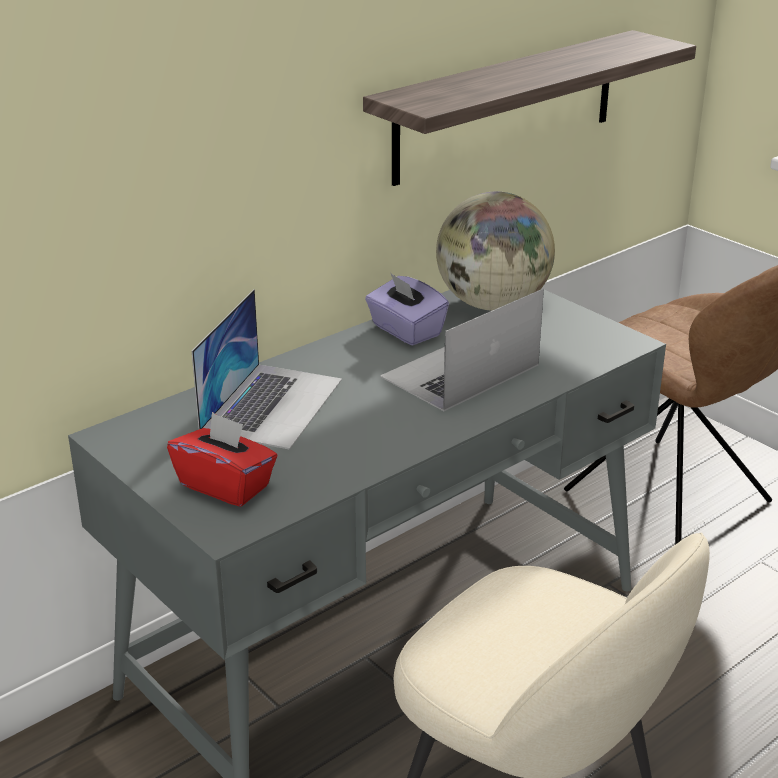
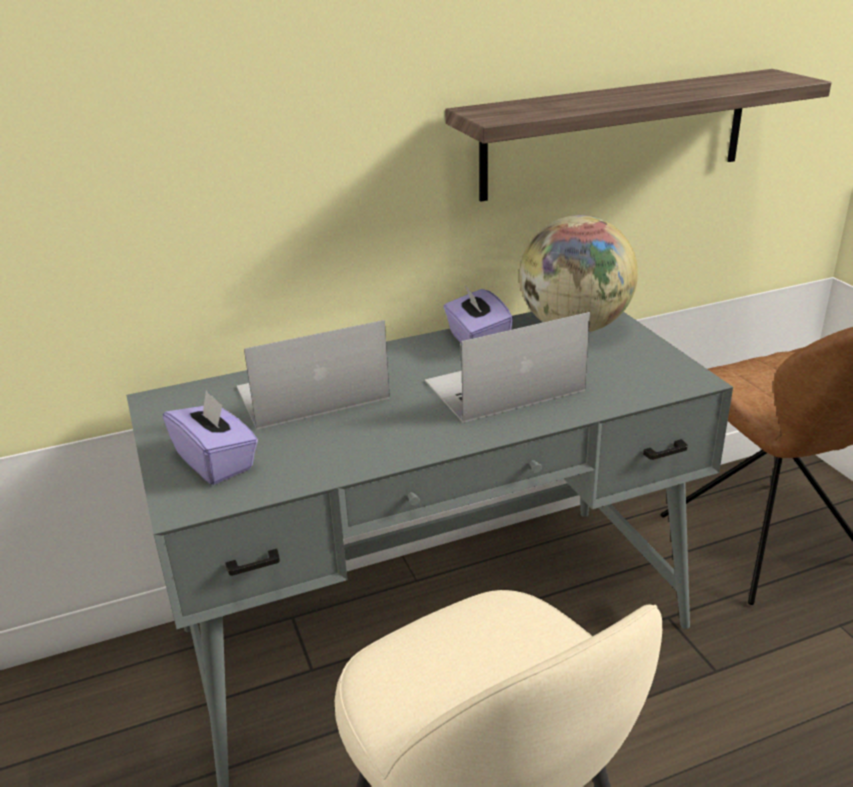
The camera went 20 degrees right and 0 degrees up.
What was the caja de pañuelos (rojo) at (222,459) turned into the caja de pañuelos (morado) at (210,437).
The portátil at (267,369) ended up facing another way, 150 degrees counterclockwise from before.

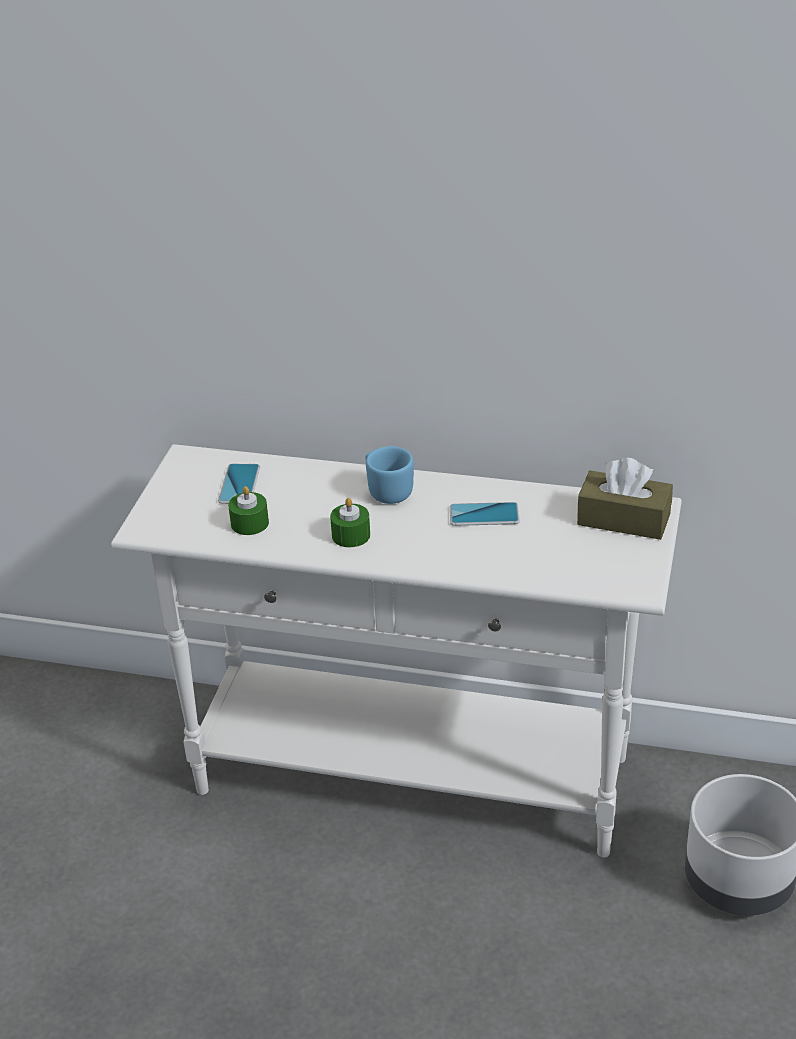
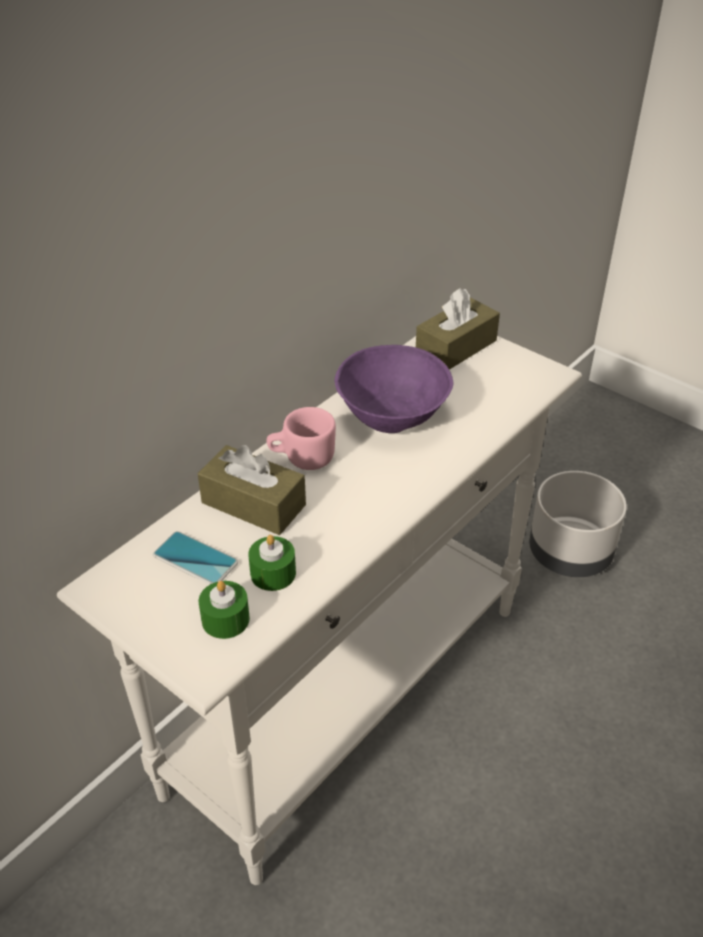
The camera went 65 degrees left and 5 degrees up.
The vela (verde) ended up elsewhere, having gone from (350,522) to (224,610).
What was the taza grande (azul) at (389,475) turned into the taza grande (rosa) at (301,438).
Where the móvil stood at (485,514), the cuenco (morado) came to stand at (393,389).
The second view gained the caja de pañuelos (marrón) at (251,490).

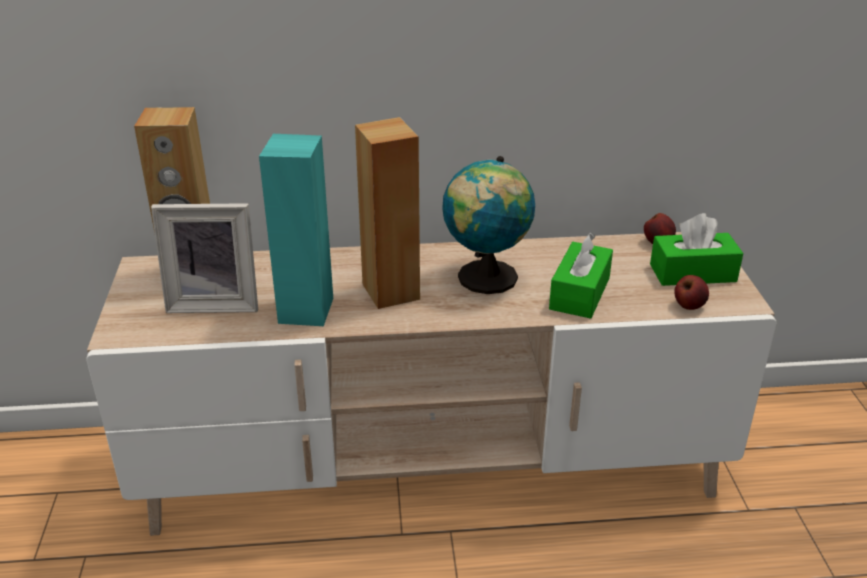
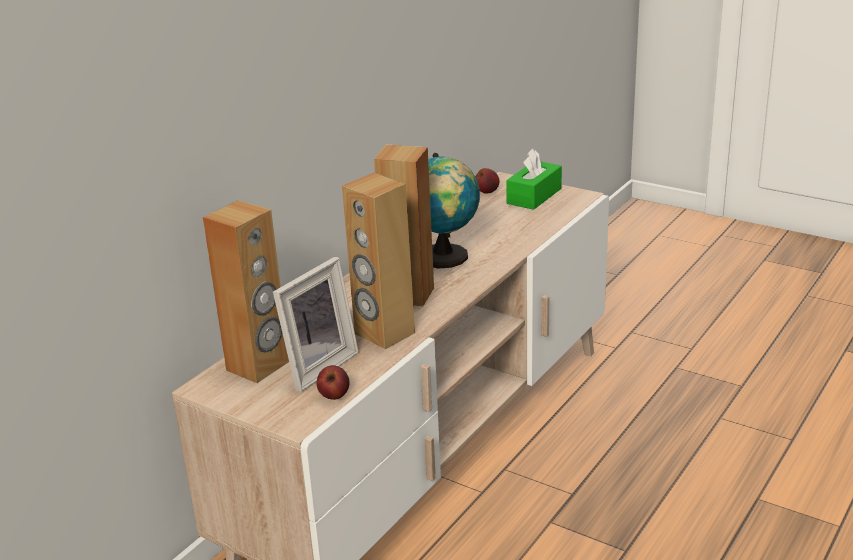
The camera went 50 degrees left and 5 degrees down.
What was the altavoz (turquesa) at (296,230) turned into the altavoz (marrón) at (378,261).
The second view lost the caja de pañuelos (verde) at (581,276).
The manzana ended up elsewhere, having gone from (691,292) to (333,382).

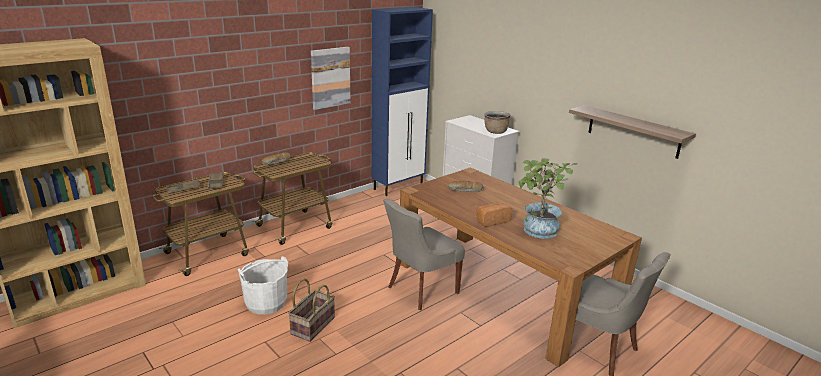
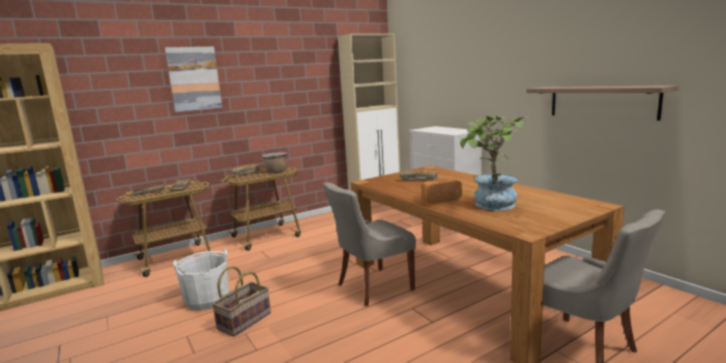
The camera went 10 degrees right and 10 degrees down.
The cuadro ended up elsewhere, having gone from (330,78) to (193,79).
What was the armario (azul) at (402,101) turned into the armario (beis) at (369,111).
The olla (marrón) ended up elsewhere, having gone from (497,122) to (274,162).

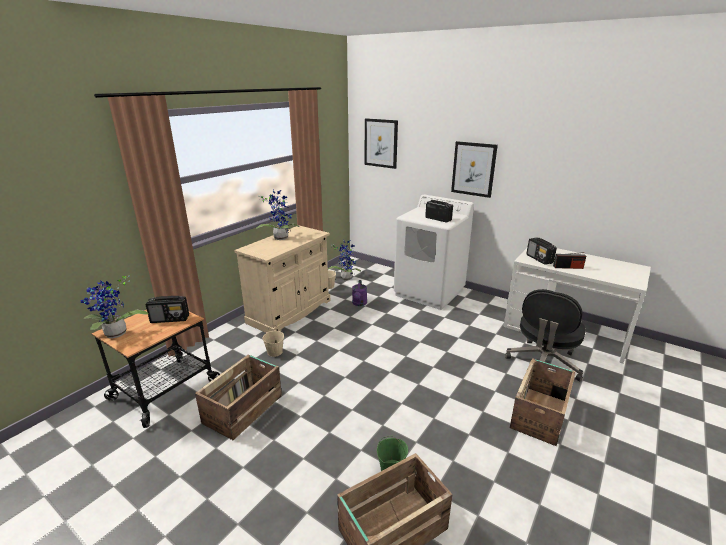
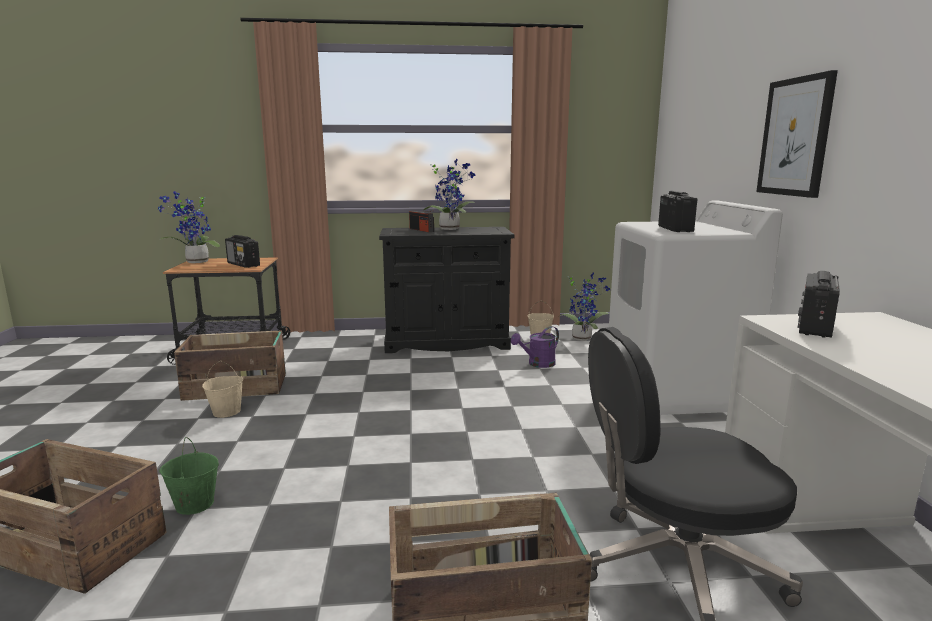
The camera went 50 degrees right and 10 degrees down.
What was the armario (beis) at (282,279) turned into the armario (negro) at (447,290).
The cubo (beis) ended up elsewhere, having gone from (273,341) to (222,389).
The second view lost the cuadro at (381,143).
The radio ended up elsewhere, having gone from (569,260) to (421,221).

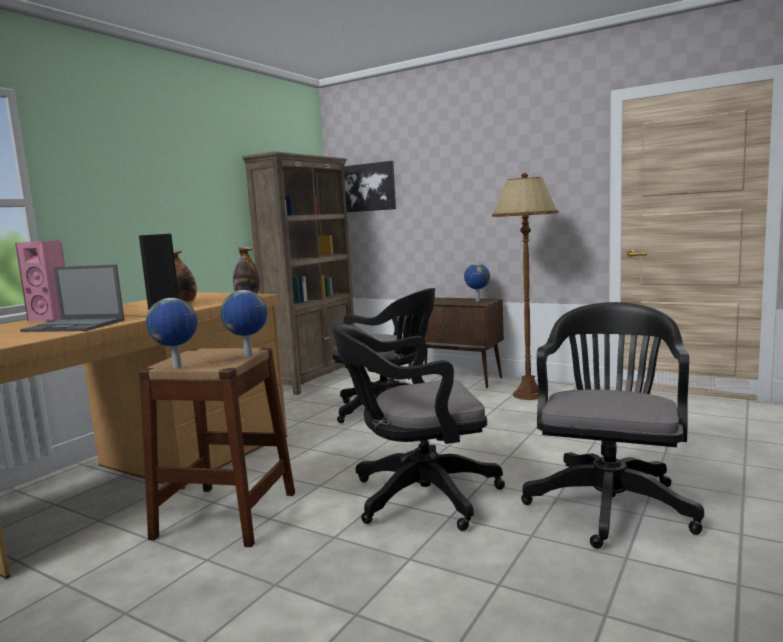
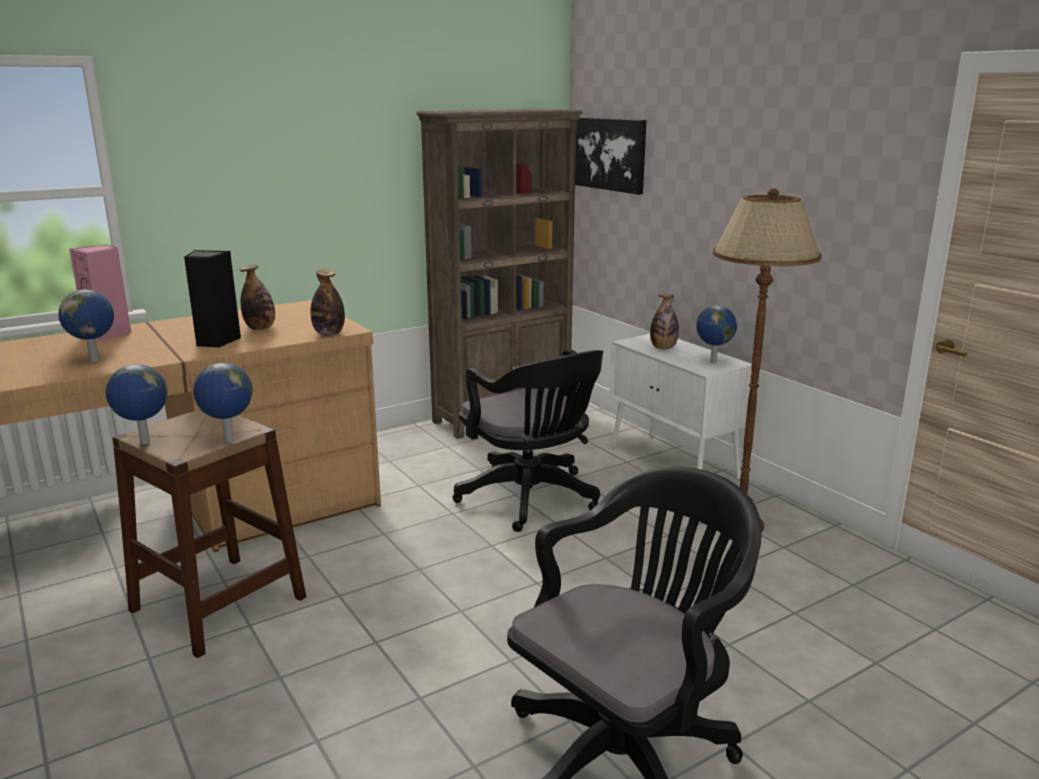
The camera went 25 degrees right and 10 degrees up.
Where the portátil stood at (72,298), the globo terráqueo came to stand at (86,326).
The second view lost the silla de oficina (negro) at (418,427).
What was the armario (marrón) at (453,343) turned into the armario (blanco) at (680,407).
The second view gained the botella at (664,321).

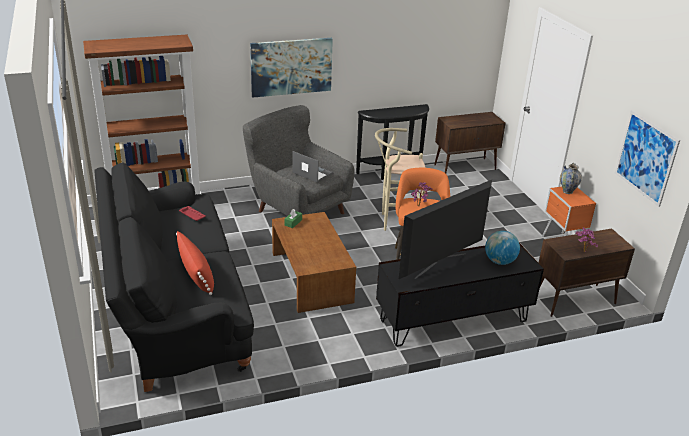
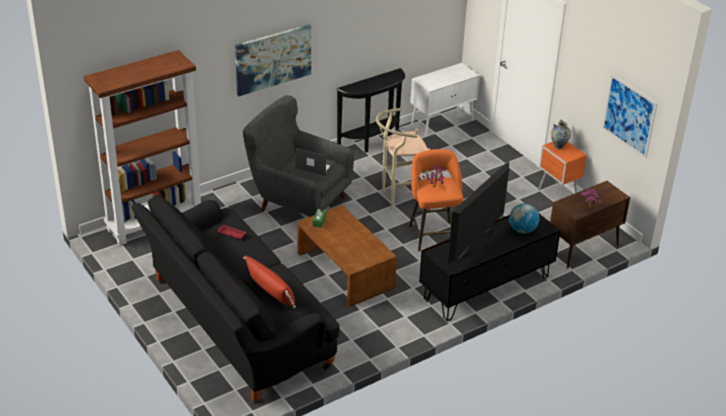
The camera went 15 degrees left and 5 degrees up.
What was the armario (marrón) at (470,142) turned into the armario (blanco) at (445,100).

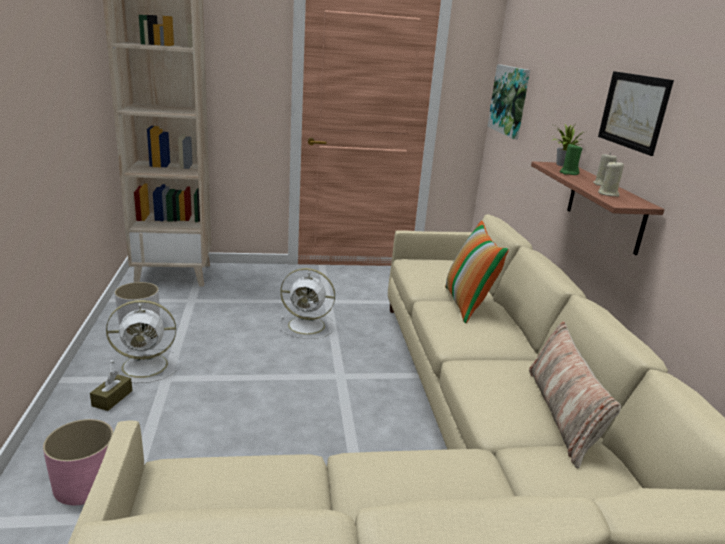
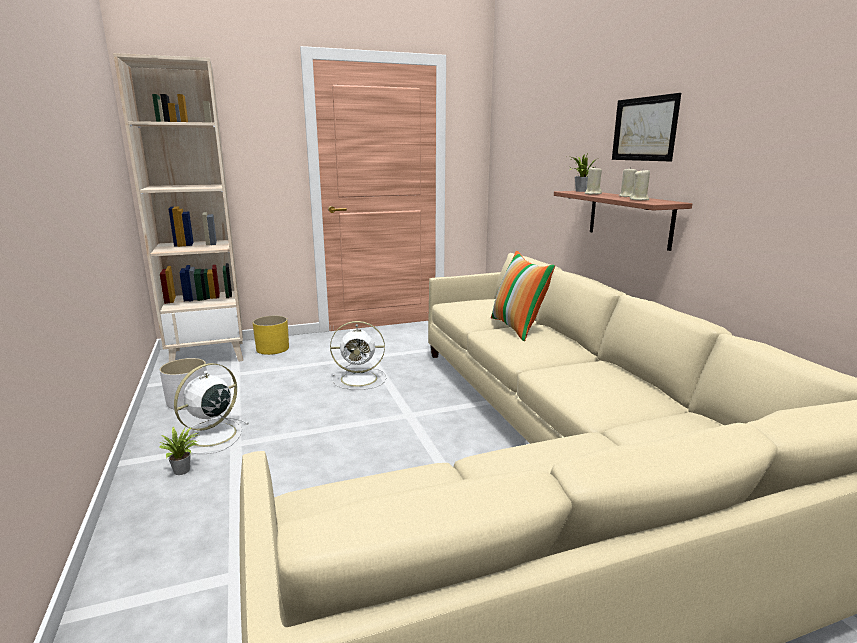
The camera went 10 degrees left and 5 degrees down.
The second view lost the maceta (rosa) at (78,462).
Where the caja de pañuelos (marrón) stood at (111,391), the planta en maceta came to stand at (178,451).
The ventilador (blanco) at (142,341) ended up facing another way, 150 degrees clockwise from before.
The second view lost the cuadro at (509,101).
The second view lost the cojín at (575,394).
What was the vela (verde) at (571,159) turned into the vela (beis) at (593,180).
The second view gained the maceta (amarillo) at (271,335).

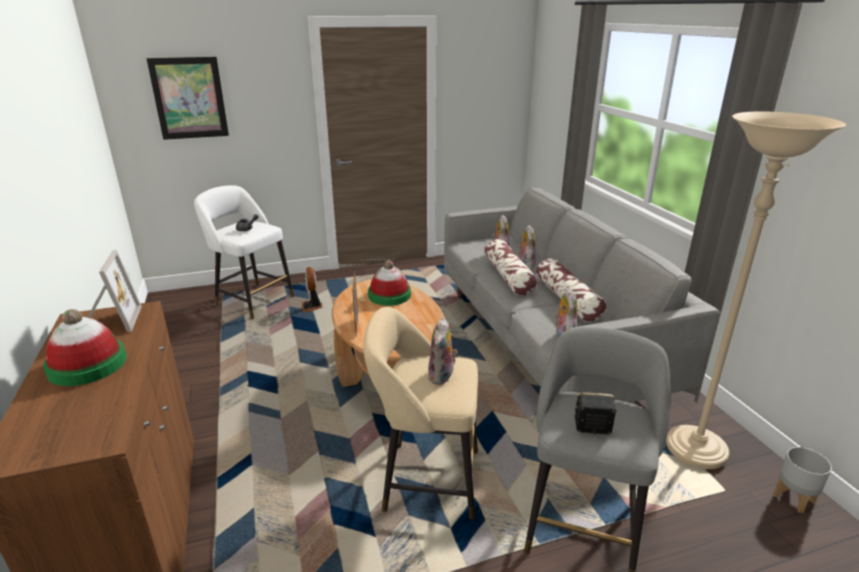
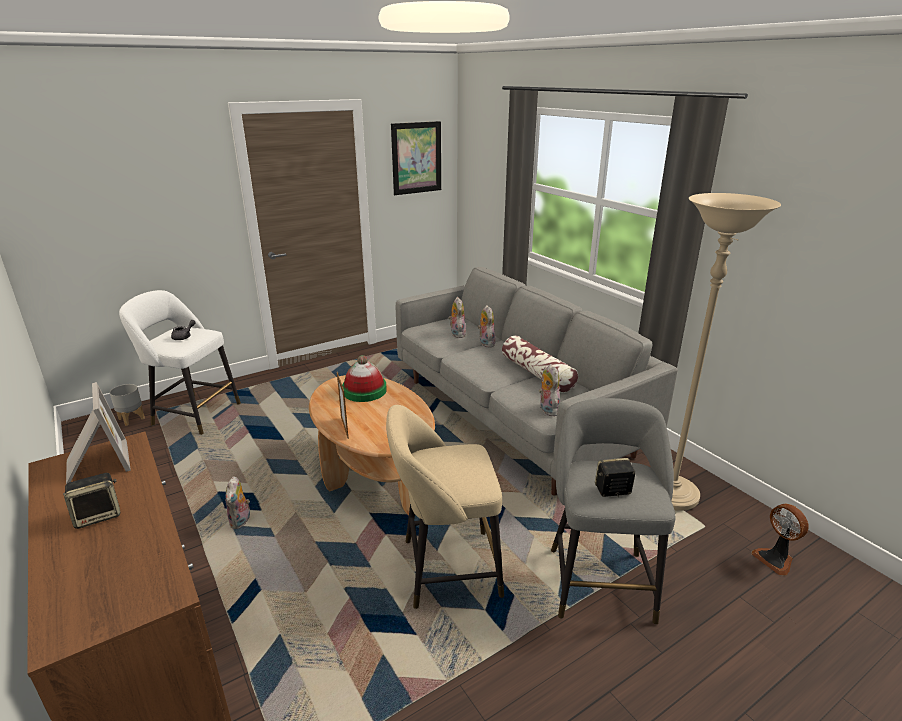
The camera went 15 degrees left and 0 degrees up.
Where the sombrero stood at (85,347), the altavoz came to stand at (91,501).
The cuadro ended up elsewhere, having gone from (187,98) to (416,158).
The ventilador ended up elsewhere, having gone from (312,289) to (780,540).
The peluche ended up elsewhere, having gone from (443,351) to (237,502).
The second view lost the cojín at (511,267).
The maceta (gris) ended up elsewhere, having gone from (802,480) to (127,405).

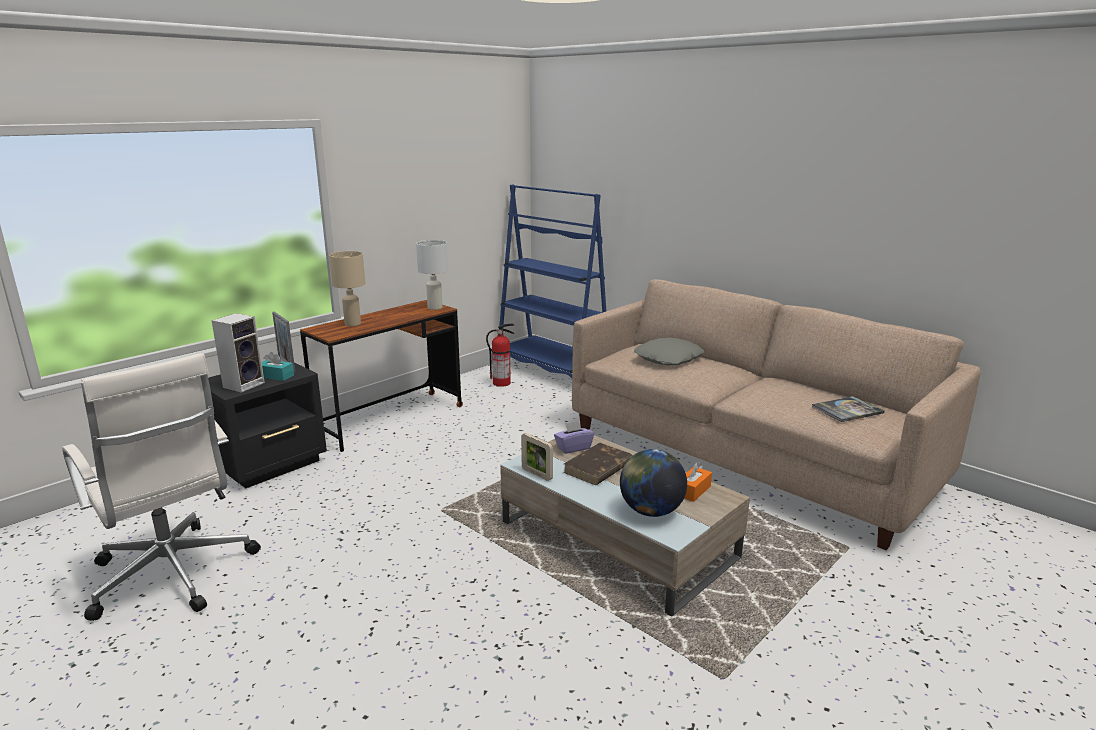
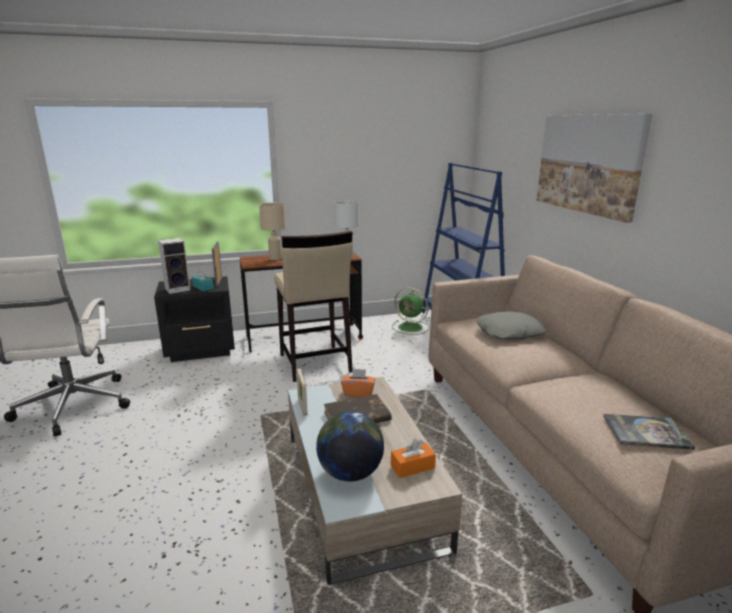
The camera went 30 degrees right and 0 degrees up.
Where the extintor stood at (500,355), the ventilador (verde) came to stand at (411,311).
What was the caja de pañuelos (morado) at (574,437) turned into the caja de pañuelos (naranja) at (358,382).
The second view gained the taburete (beis) at (313,306).
The second view gained the cuadro at (594,168).

